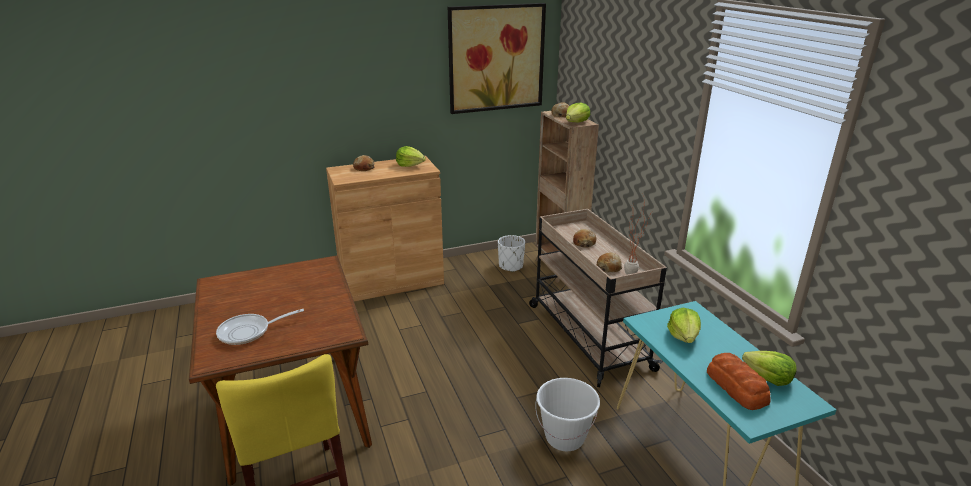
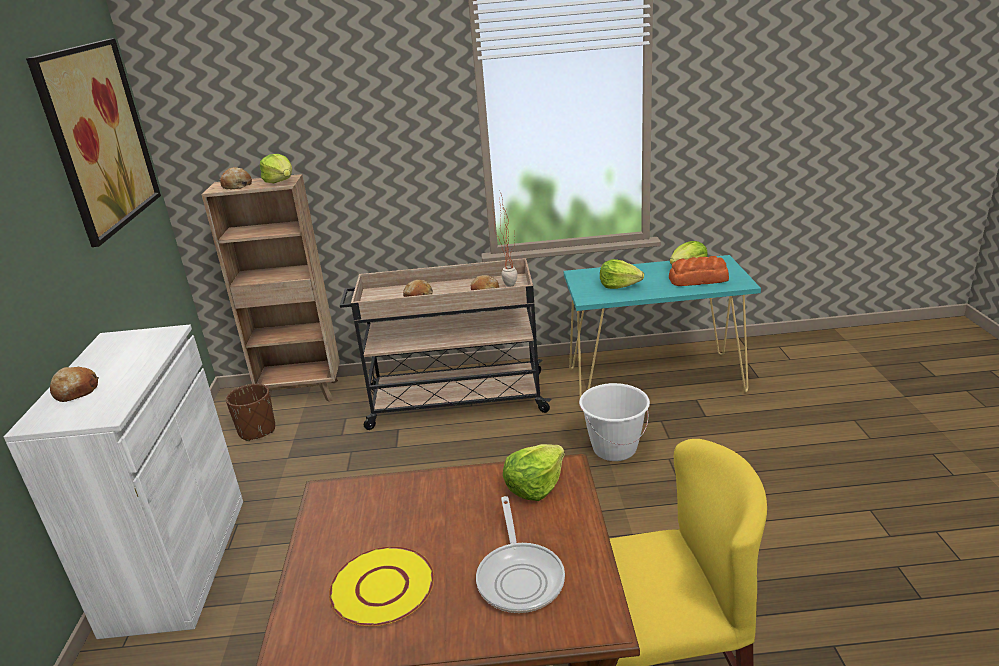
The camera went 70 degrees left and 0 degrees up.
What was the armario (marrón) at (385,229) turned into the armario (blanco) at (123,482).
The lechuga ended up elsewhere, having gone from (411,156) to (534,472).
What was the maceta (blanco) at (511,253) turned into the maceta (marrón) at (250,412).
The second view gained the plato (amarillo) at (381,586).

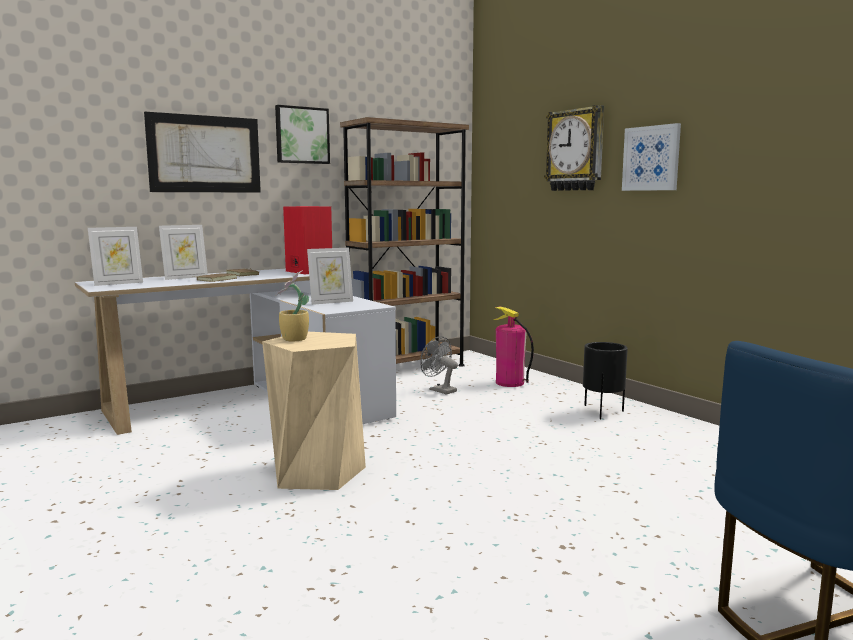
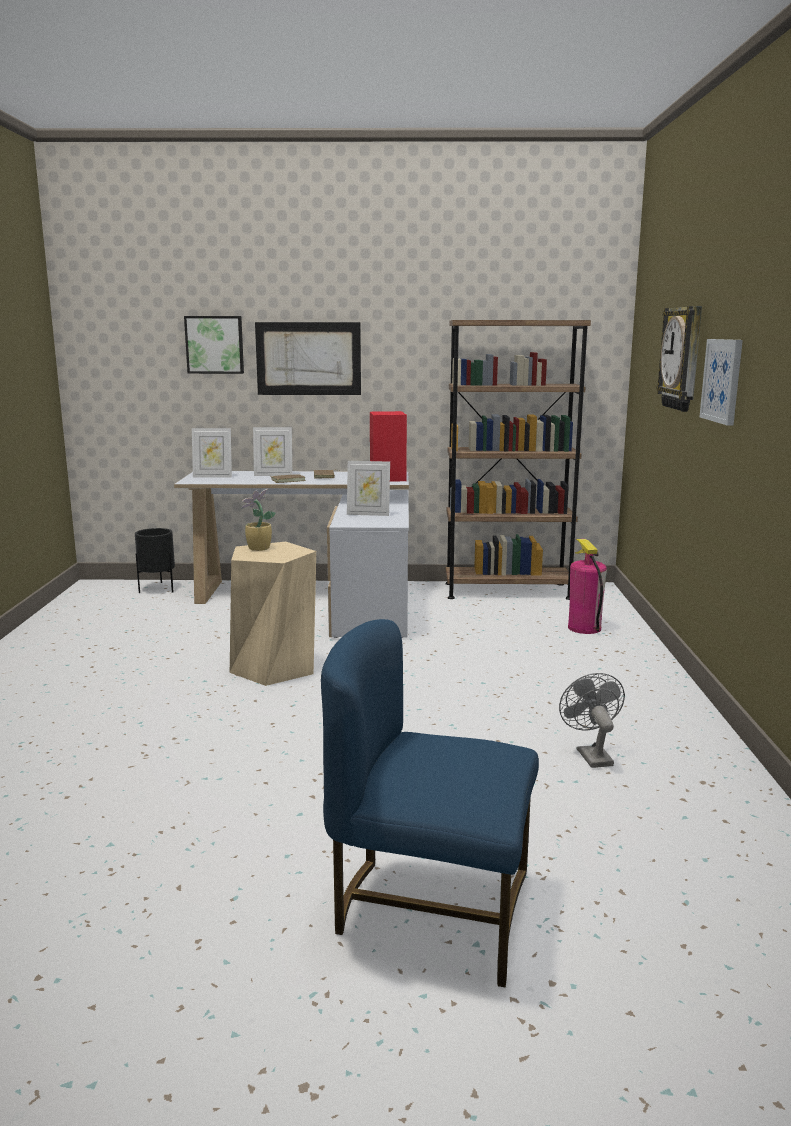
The camera went 35 degrees right and 5 degrees up.
The cuadro ended up elsewhere, having gone from (302,134) to (214,345).
The ventilador (gris) ended up elsewhere, having gone from (439,365) to (592,720).
The maceta (negro) ended up elsewhere, having gone from (605,380) to (155,560).

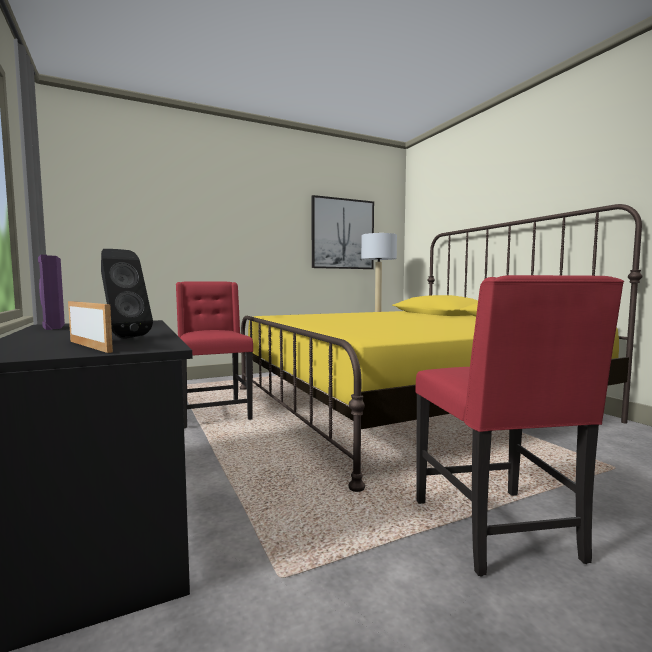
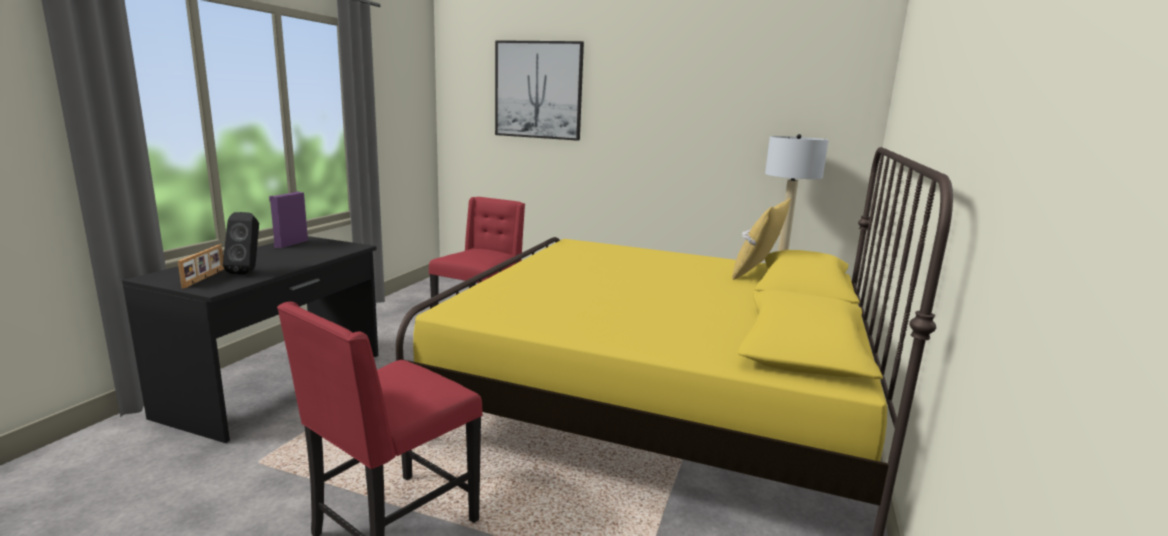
The camera went 45 degrees right and 10 degrees up.
The cuadro ended up elsewhere, having gone from (342,232) to (539,90).
The second view gained the cojín (amarillo) at (761,239).

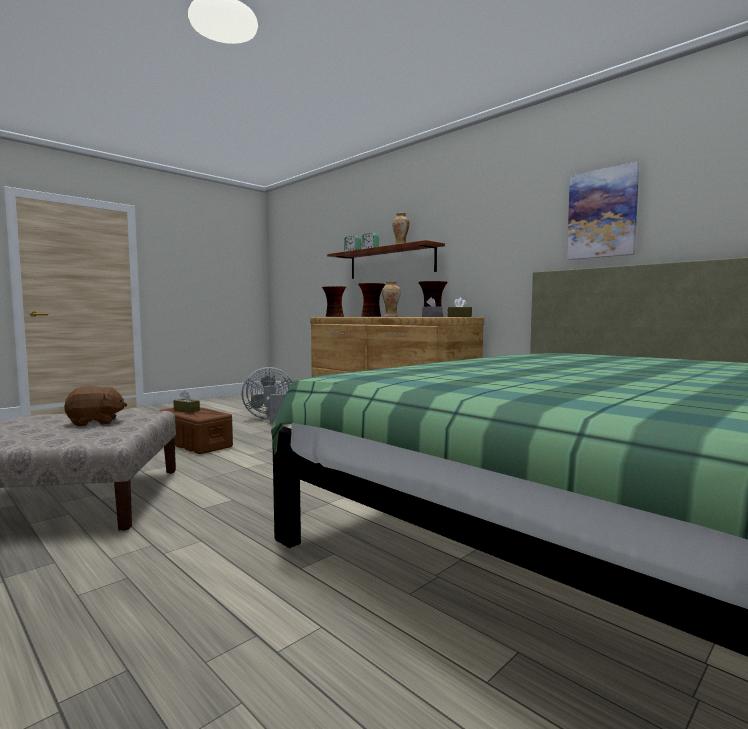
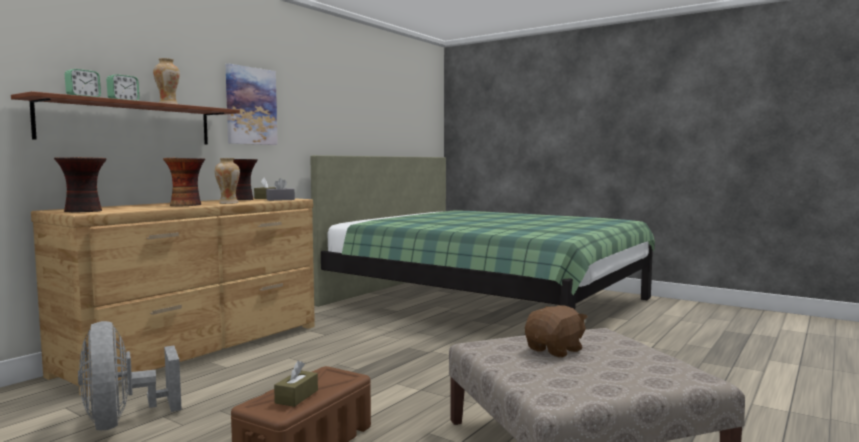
The camera went 100 degrees left and 0 degrees up.
The peluche (marrón) at (95,406) ended up facing another way, 75 degrees clockwise from before.
The cuadro ended up elsewhere, having gone from (603,211) to (251,104).

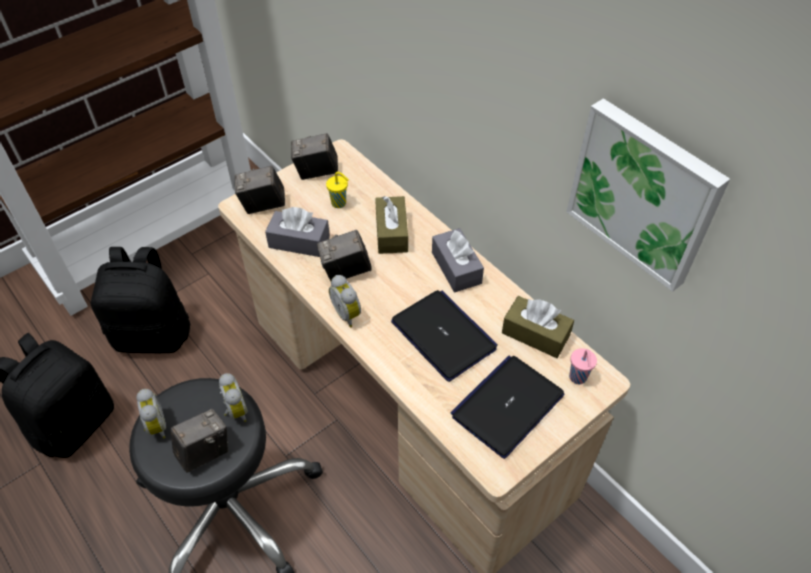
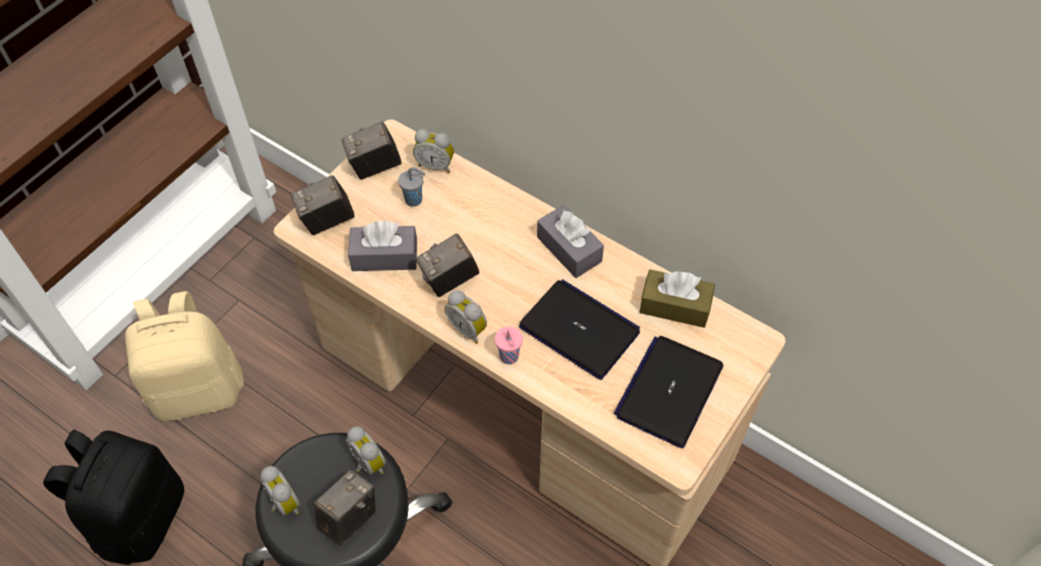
The camera went 15 degrees left and 5 degrees up.
What was the mochila (negro) at (140,300) turned into the mochila (beis) at (184,356).
What was the taza (amarillo) at (337,190) turned into the taza (gris) at (411,187).
The second view lost the caja de pañuelos (marrón) at (391,225).
The second view lost the cuadro at (648,195).
The taza (rosa) ended up elsewhere, having gone from (583,366) to (509,345).
The second view gained the despertador at (433,151).

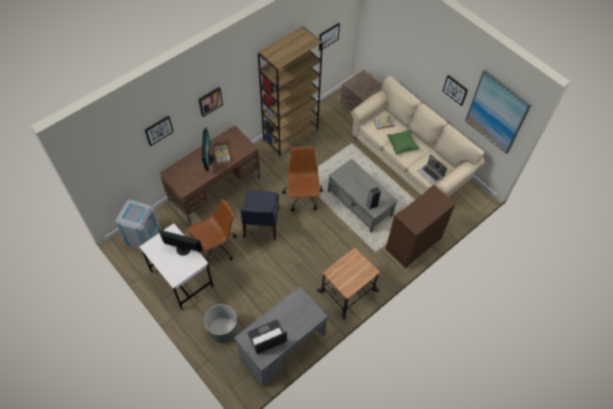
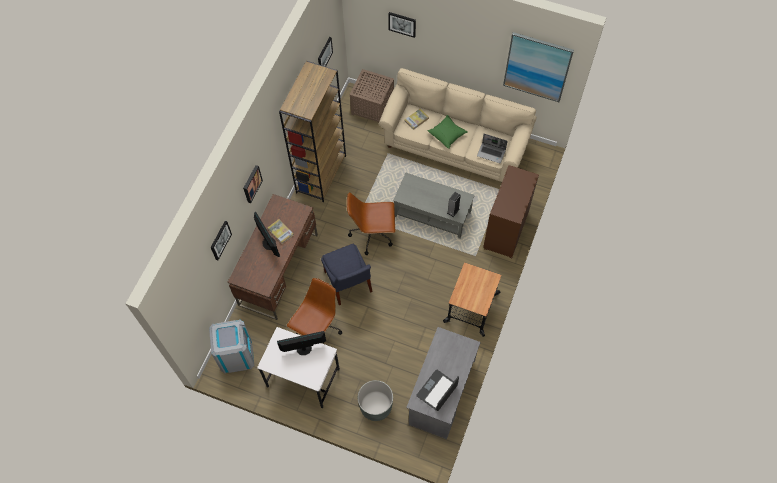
The camera went 25 degrees left and 5 degrees up.
The silla de oficina (marrón) at (302,179) ended up facing another way, 60 degrees counterclockwise from before.
The cuadro ended up elsewhere, having gone from (455,90) to (402,25).

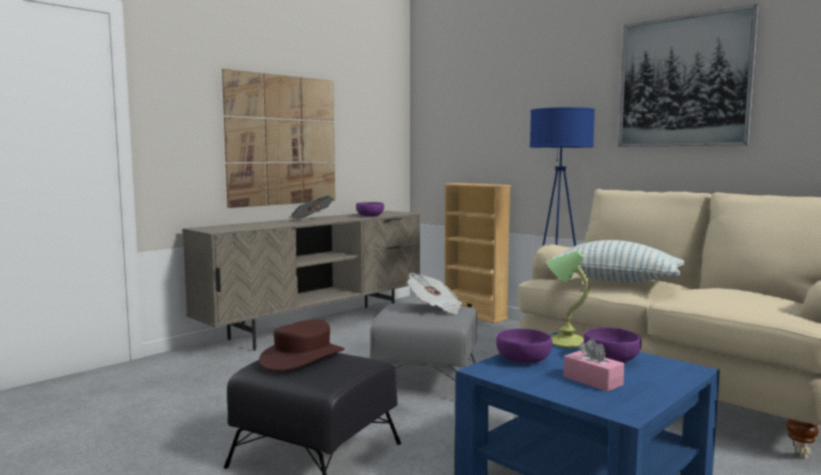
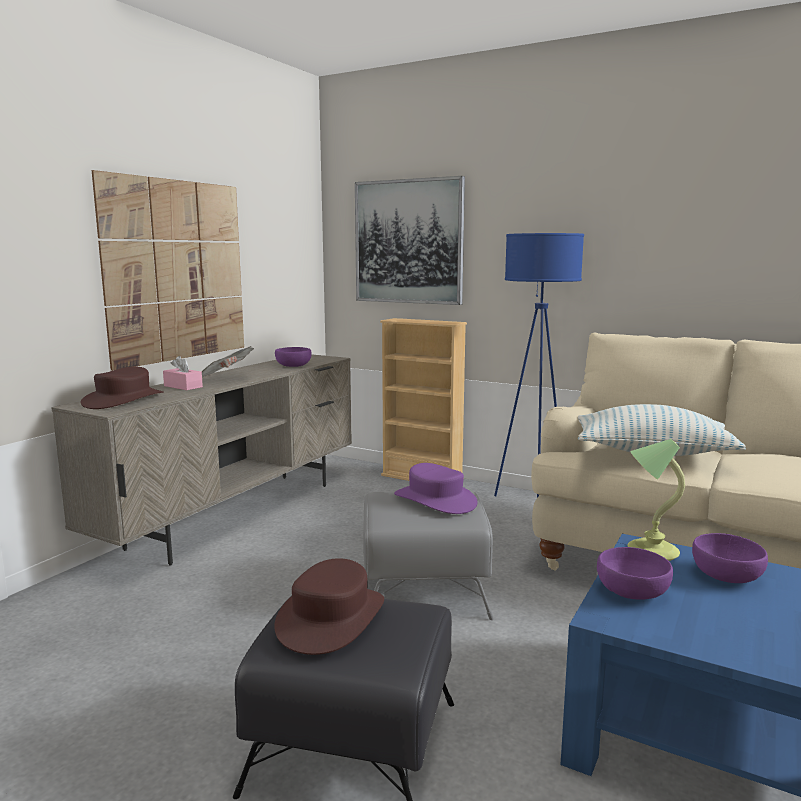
The camera went 15 degrees left and 5 degrees up.
Where the periódico stood at (435,293), the sombrero (morado) came to stand at (436,488).
The caja de pañuelos (rosa) ended up elsewhere, having gone from (593,365) to (183,373).
The cuadro ended up elsewhere, having gone from (688,75) to (410,240).
The second view gained the sombrero (marrón) at (122,388).

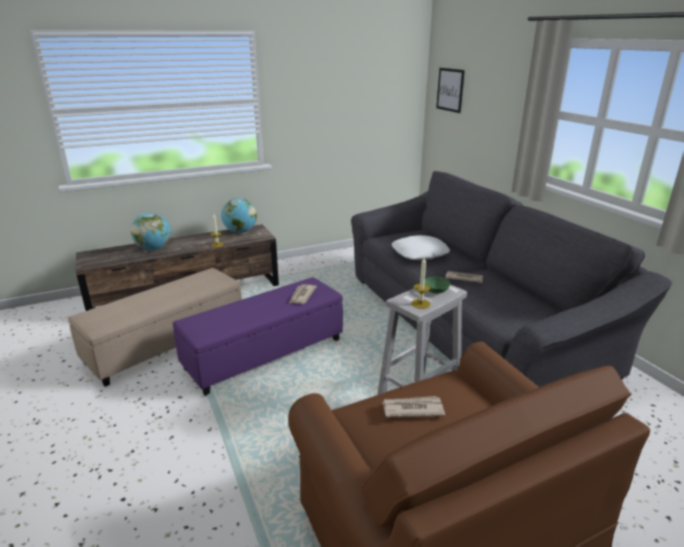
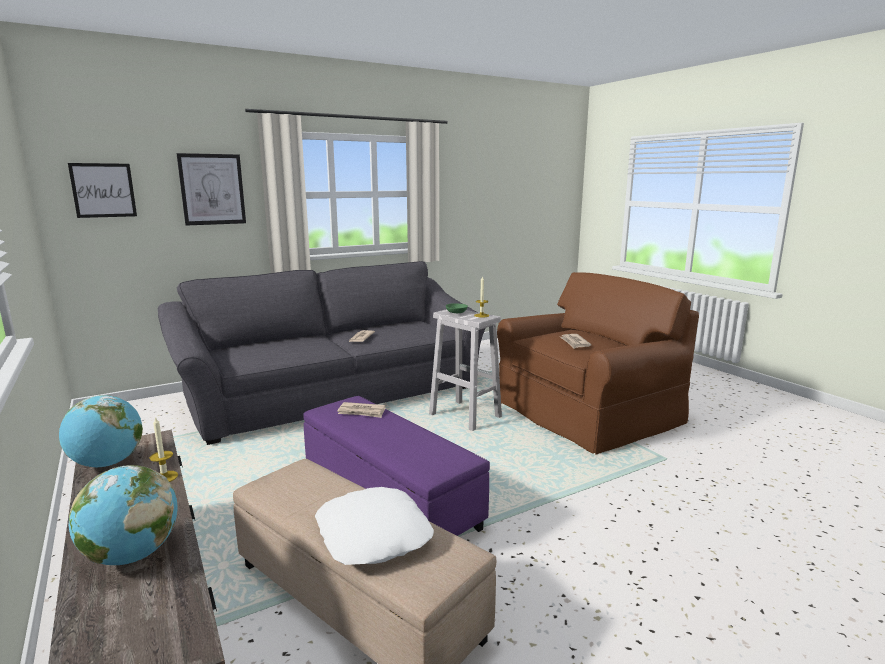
The camera went 95 degrees left and 10 degrees down.
The cojín (blanco) ended up elsewhere, having gone from (421,247) to (374,526).
The second view gained the cuadro at (211,189).

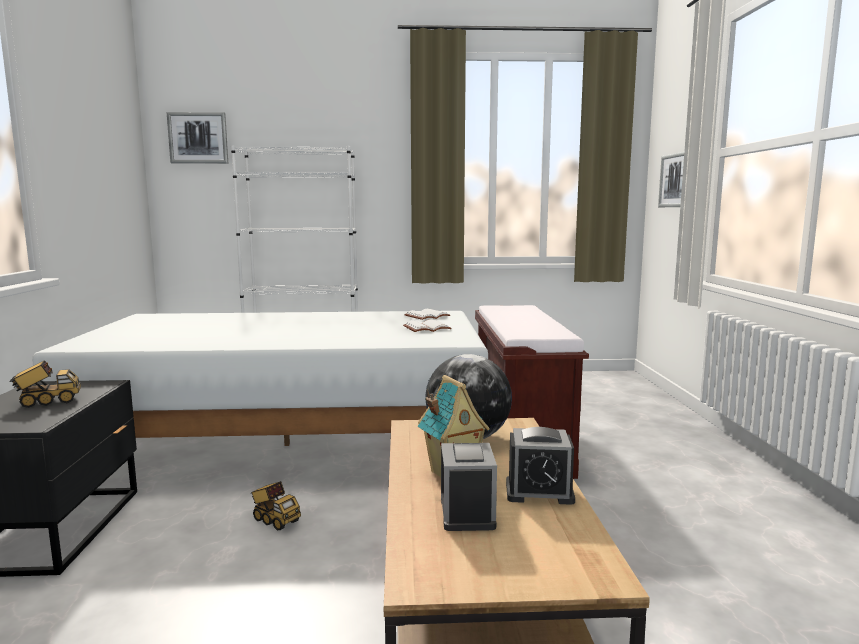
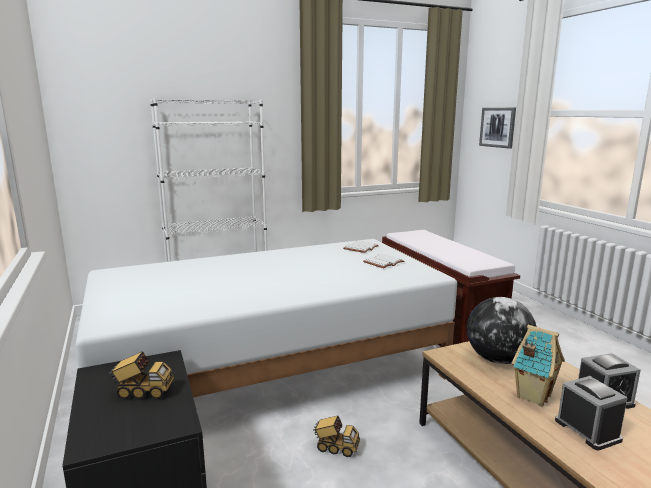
The camera went 20 degrees left and 5 degrees up.
The camión de juguete at (45,384) ended up facing another way, 45 degrees clockwise from before.
The second view lost the cuadro at (197,138).

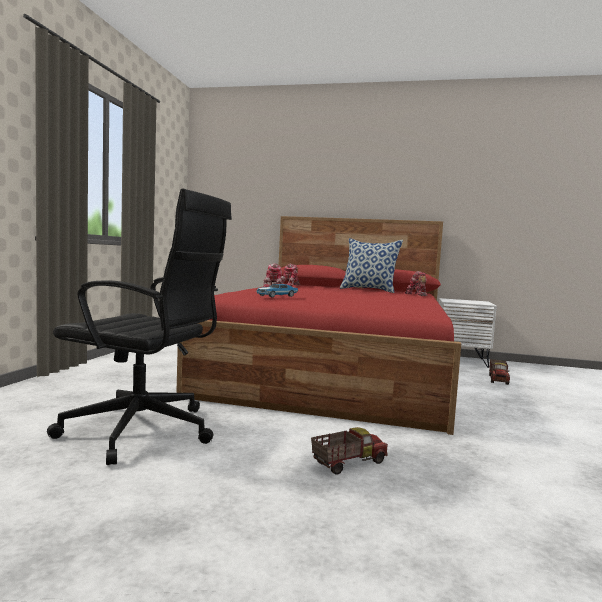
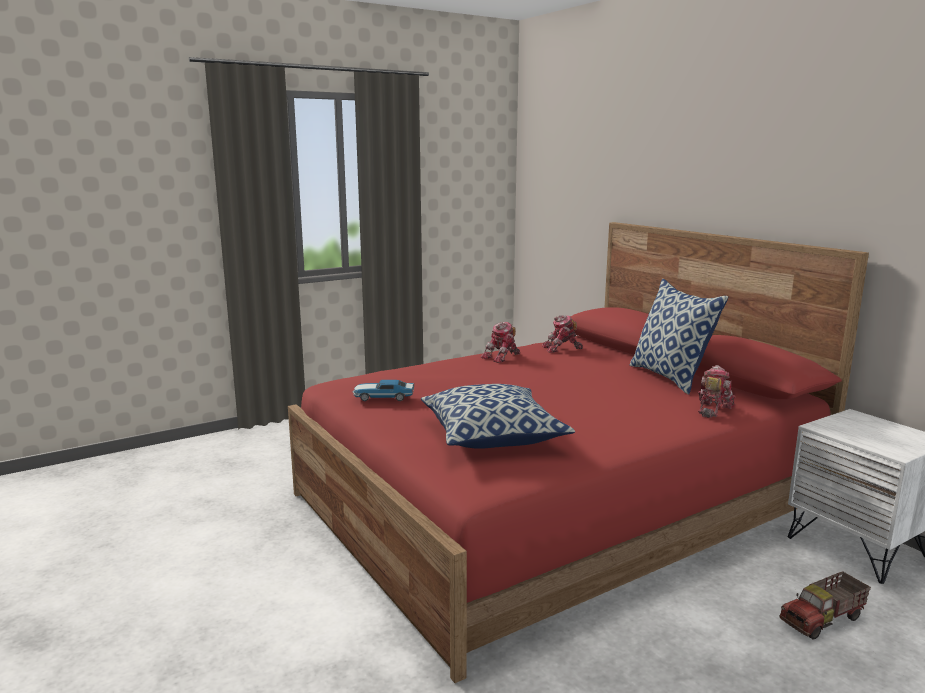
The camera went 45 degrees right and 10 degrees up.
The second view lost the silla de oficina (negro) at (139,326).
The second view lost the camión de juguete at (349,451).
The second view gained the cojín at (498,416).

